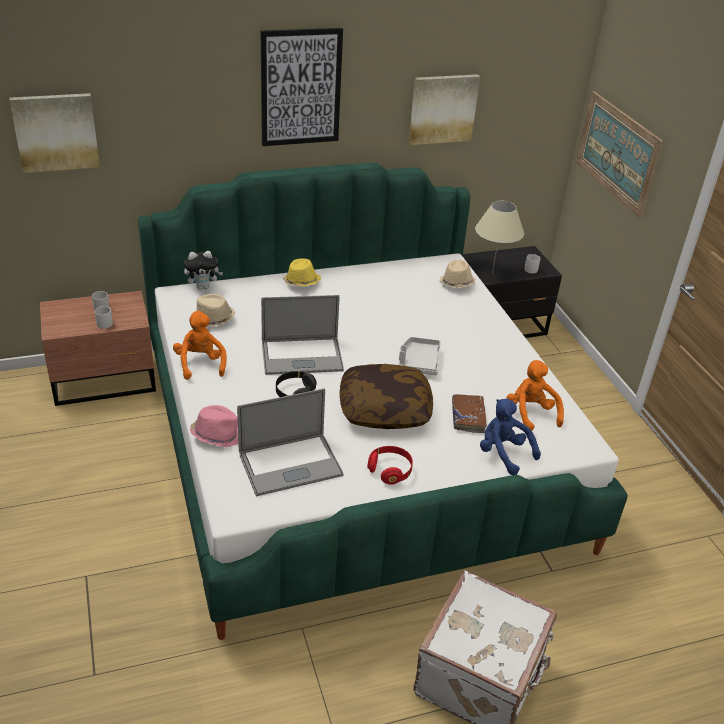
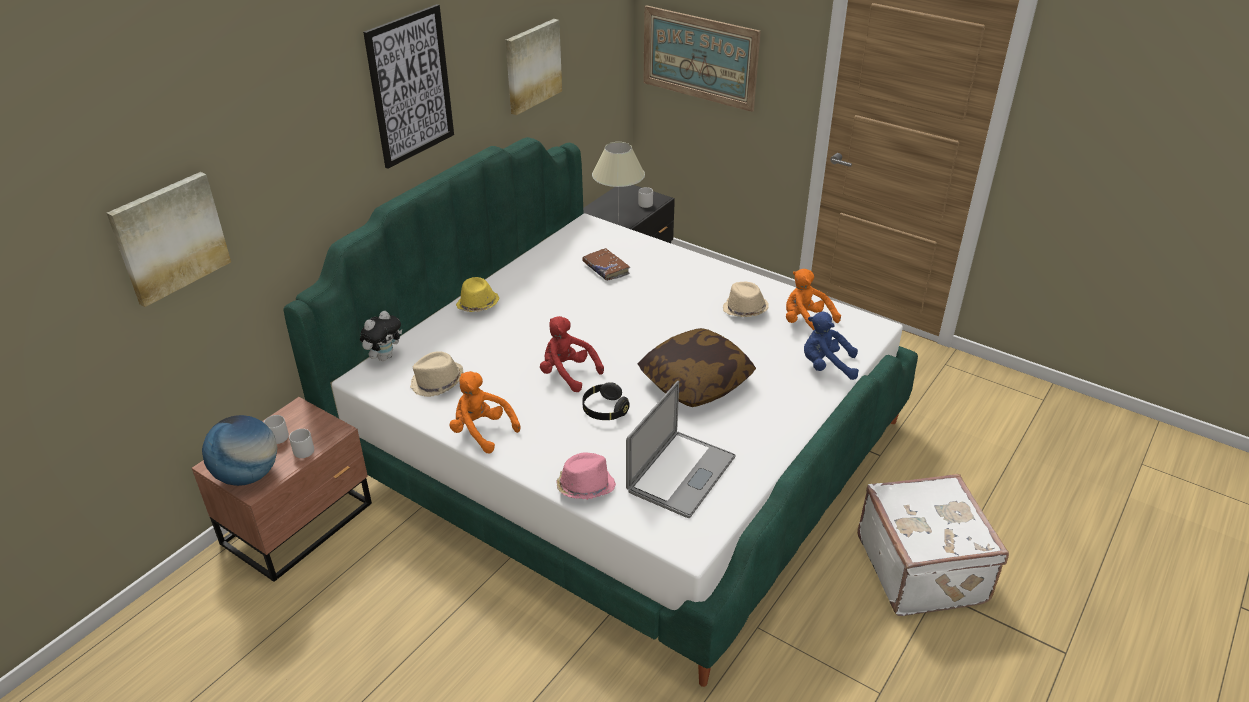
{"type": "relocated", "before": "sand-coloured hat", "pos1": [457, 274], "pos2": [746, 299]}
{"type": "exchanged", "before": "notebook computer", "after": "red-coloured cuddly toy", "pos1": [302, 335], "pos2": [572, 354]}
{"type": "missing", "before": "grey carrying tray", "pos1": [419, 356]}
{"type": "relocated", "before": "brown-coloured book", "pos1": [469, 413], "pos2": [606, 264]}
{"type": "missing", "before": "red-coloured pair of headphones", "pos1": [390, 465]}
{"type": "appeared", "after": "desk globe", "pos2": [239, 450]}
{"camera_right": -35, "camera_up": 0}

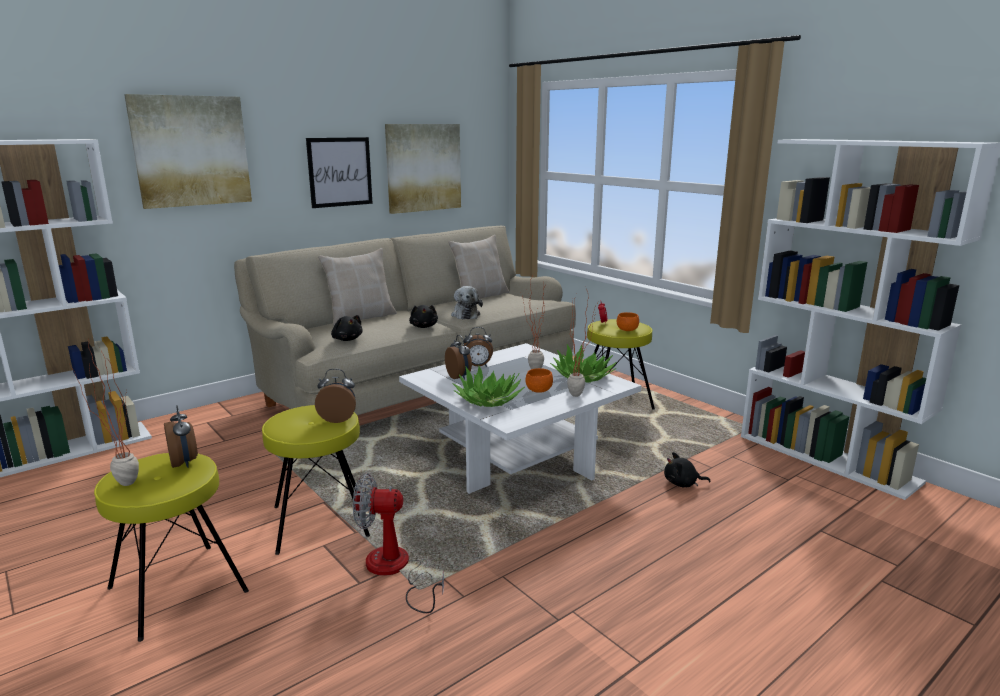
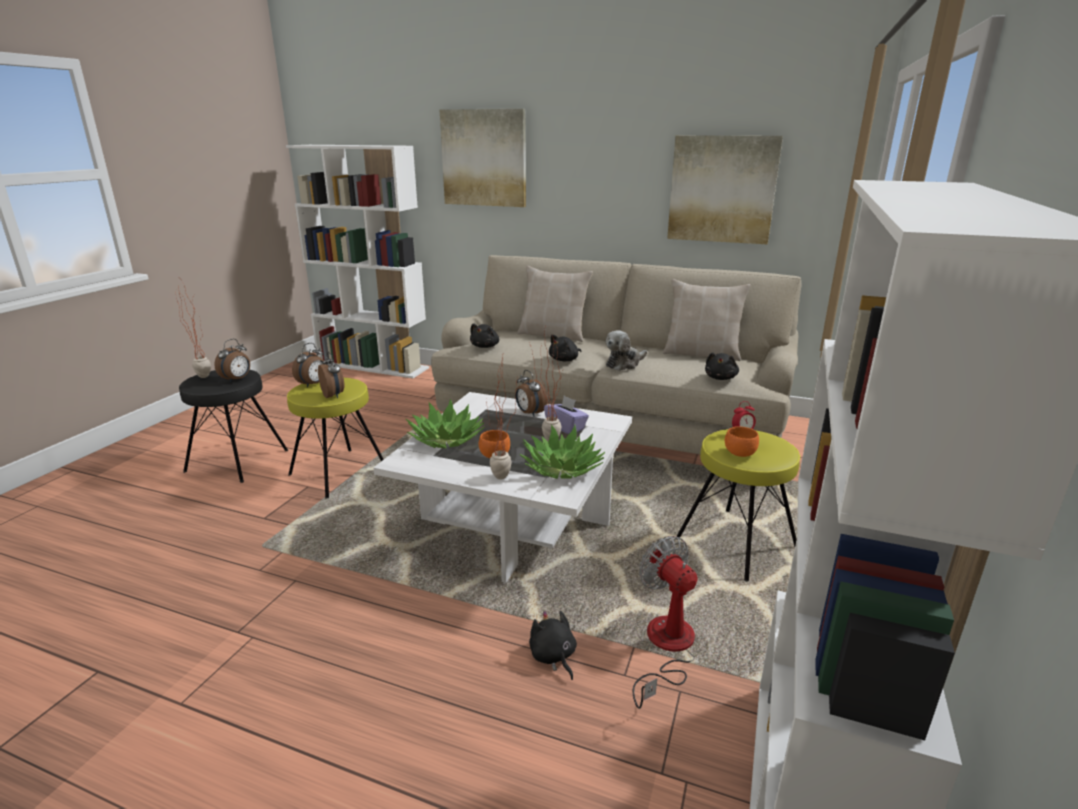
{"type": "missing", "before": "wall art", "pos1": [339, 172]}
{"type": "relocated", "before": "table clock", "pos1": [458, 357], "pos2": [308, 365]}
{"type": "colour", "before": "yellow-coloured sitting stool", "after": "black sitting stool", "pos1": [171, 547], "pos2": [233, 426]}
{"type": "relocated", "before": "cooling fan", "pos1": [398, 543], "pos2": [665, 622]}
{"type": "appeared", "after": "black cuddly toy", "pos2": [722, 366]}
{"type": "appeared", "after": "purple box of tissues", "pos2": [566, 415]}
{"camera_right": 60, "camera_up": 5}

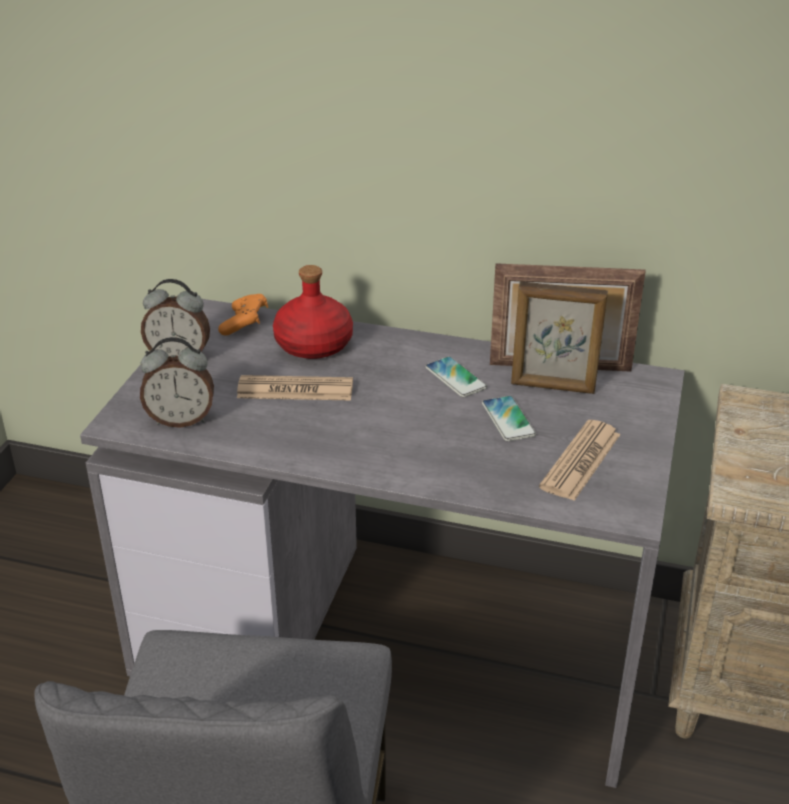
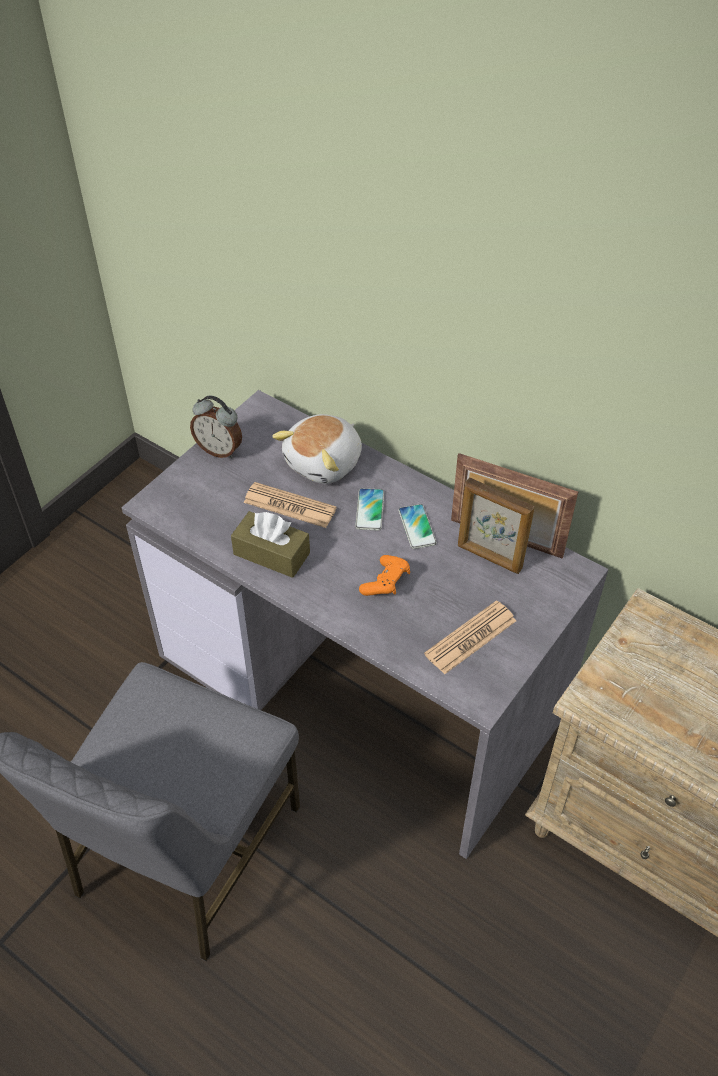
{"type": "exchanged", "before": "red-coloured drink bottle", "after": "cuddly toy", "pos1": [313, 312], "pos2": [317, 449]}
{"type": "relocated", "before": "orange game controller", "pos1": [243, 315], "pos2": [384, 575]}
{"type": "missing", "before": "table clock", "pos1": [177, 382]}
{"type": "relocated", "before": "handset", "pos1": [509, 418], "pos2": [369, 509]}
{"type": "appeared", "after": "brown-coloured box of tissues", "pos2": [270, 544]}
{"camera_right": 20, "camera_up": 15}

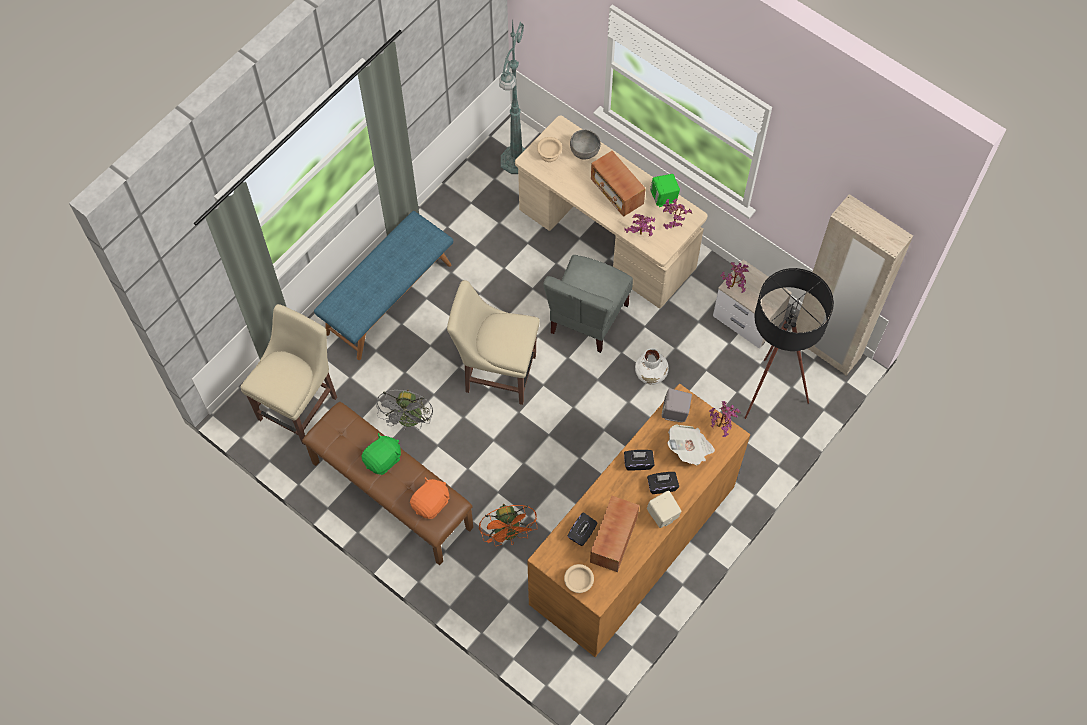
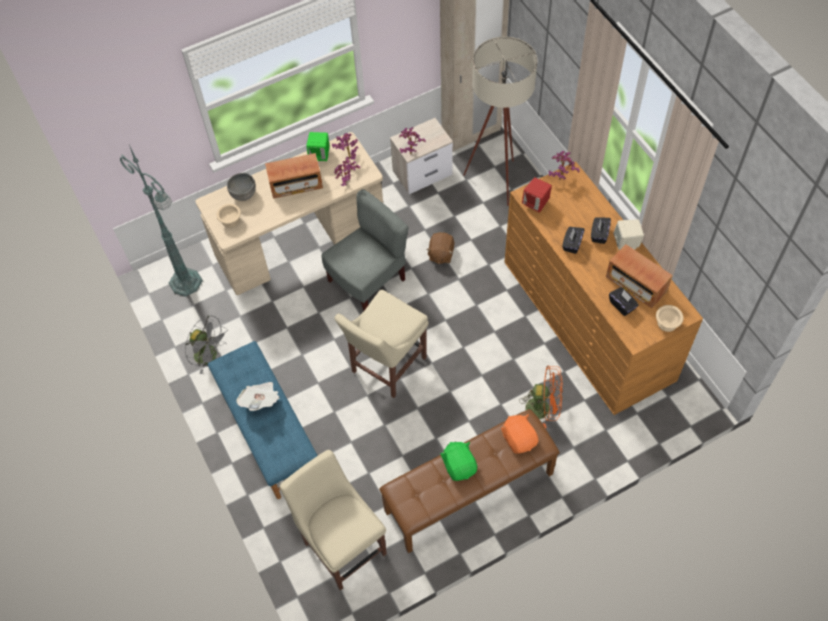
{"type": "spun", "before": "grey chair", "pos1": [588, 304], "pos2": [365, 250], "turn": -90}
{"type": "colour", "before": "black standing lamp", "after": "sand-coloured standing lamp", "pos1": [789, 343], "pos2": [500, 121]}
{"type": "exchanged", "before": "white-coloured decorative vase", "after": "brown-coloured cuddly toy", "pos1": [652, 366], "pos2": [440, 248]}
{"type": "colour", "before": "grey speaker", "after": "red-coloured speaker", "pos1": [677, 405], "pos2": [537, 195]}
{"type": "relocated", "before": "grey cooling fan", "pos1": [404, 410], "pos2": [206, 344]}
{"type": "relocated", "before": "printed paper", "pos1": [691, 445], "pos2": [257, 396]}
{"camera_right": -65, "camera_up": -5}

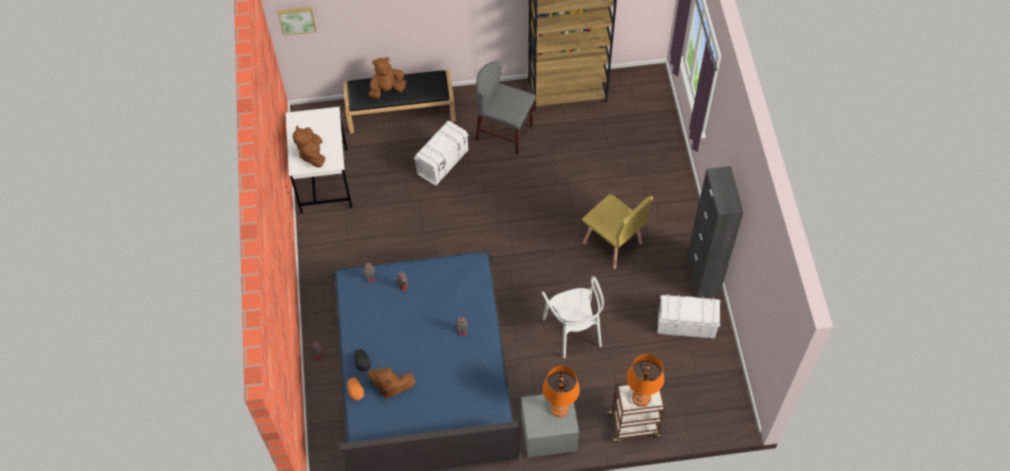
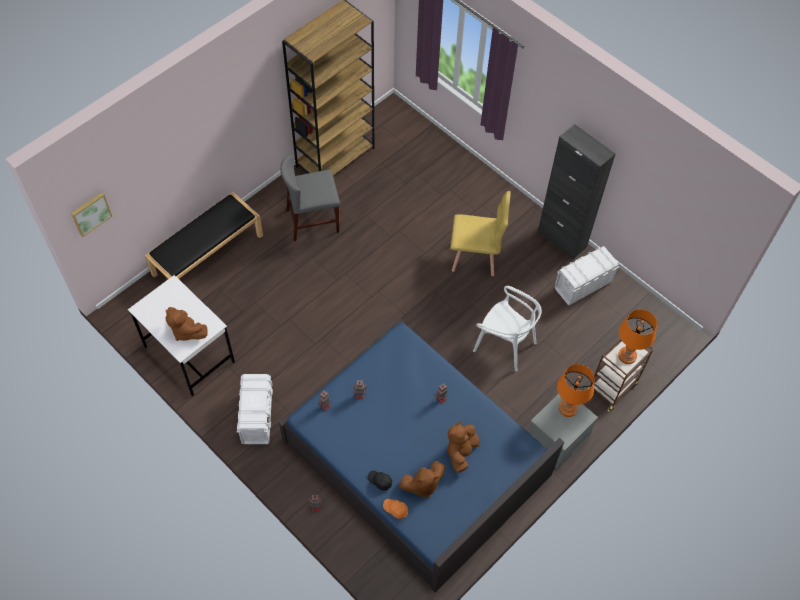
{"type": "relocated", "before": "brown-coloured cuddly toy", "pos1": [387, 78], "pos2": [463, 447]}
{"type": "relocated", "before": "white-coloured storage container", "pos1": [441, 153], "pos2": [255, 409]}
{"camera_right": -40, "camera_up": 0}

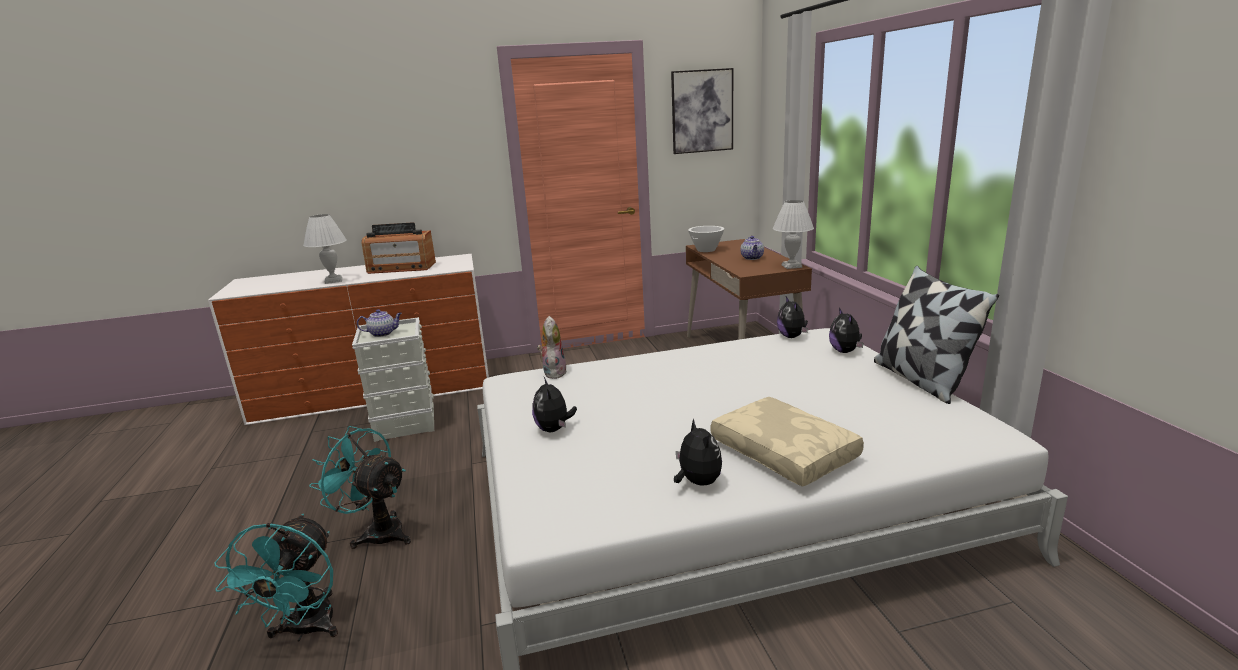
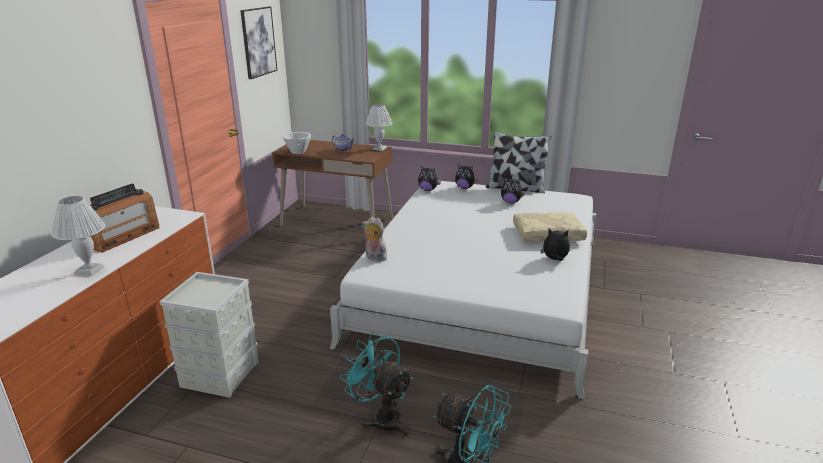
{"type": "missing", "before": "teapot", "pos1": [379, 323]}
{"type": "relocated", "before": "cuddly toy", "pos1": [554, 404], "pos2": [513, 190]}
{"type": "spun", "before": "blue-green cooling fan", "pos1": [360, 487], "pos2": [376, 384], "turn": 75}
{"camera_right": -60, "camera_up": 5}

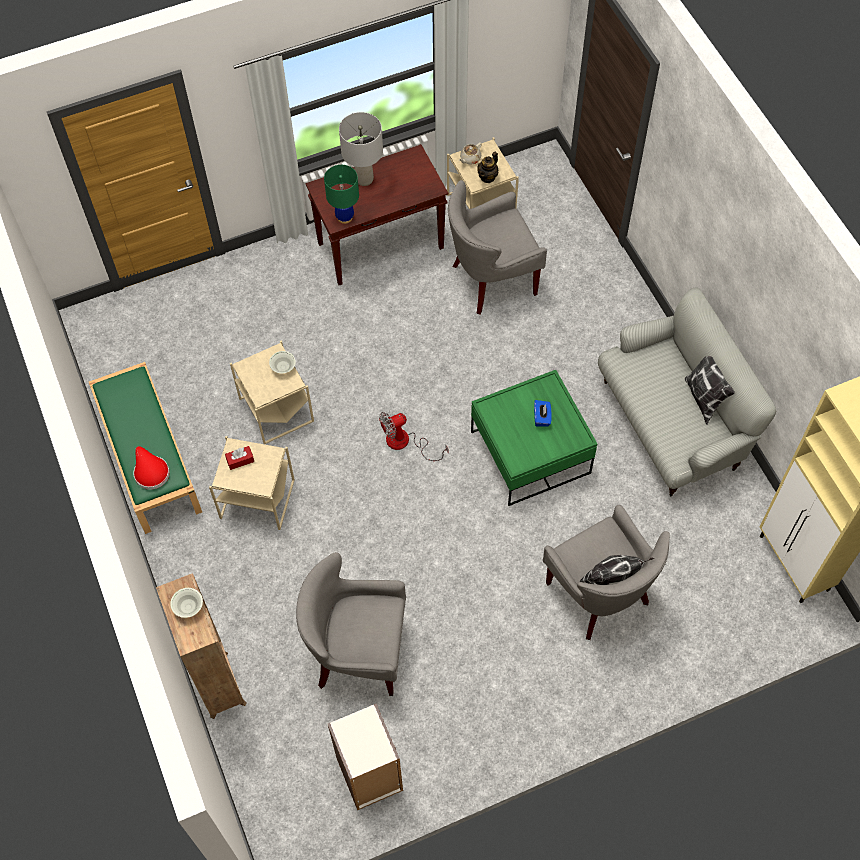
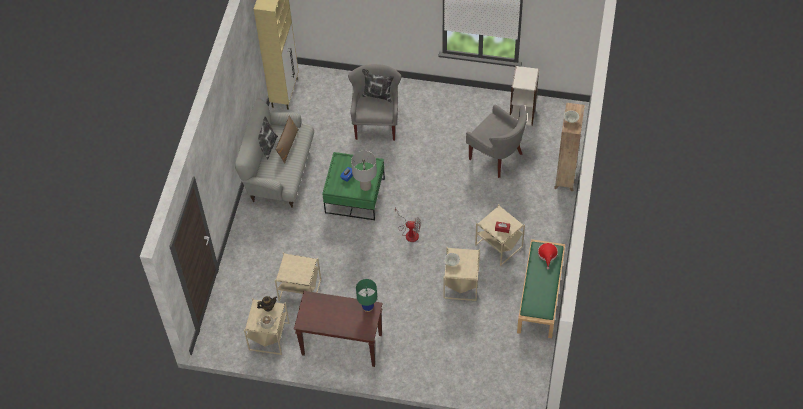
{"type": "relocated", "before": "grey table lamp", "pos1": [361, 149], "pos2": [364, 171]}
{"type": "exchanged", "before": "grey lounge chair", "after": "sand-coloured accent table", "pos1": [497, 247], "pos2": [298, 276]}
{"type": "appeared", "after": "brown-coloured throw pillow", "pos2": [287, 139]}
{"camera_right": -145, "camera_up": -5}

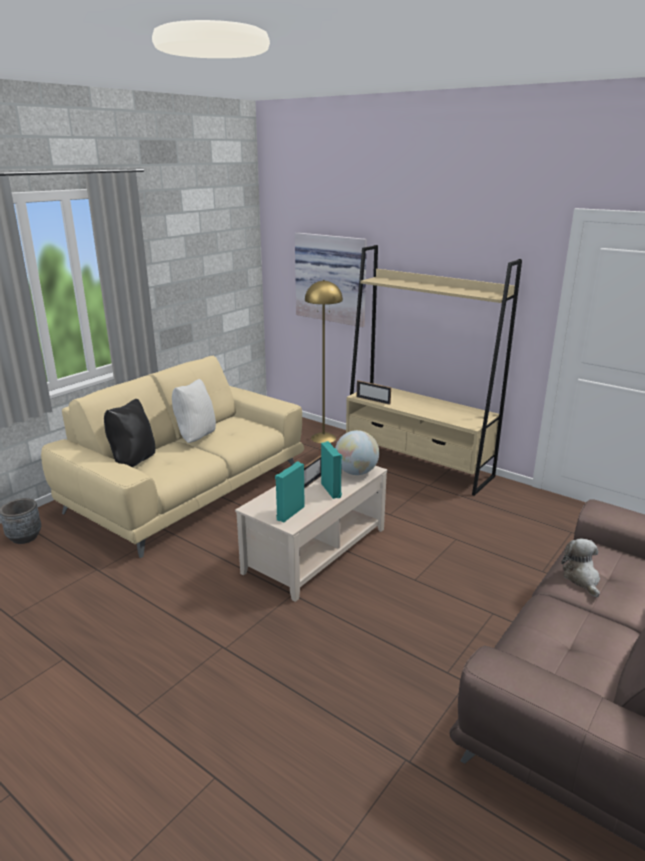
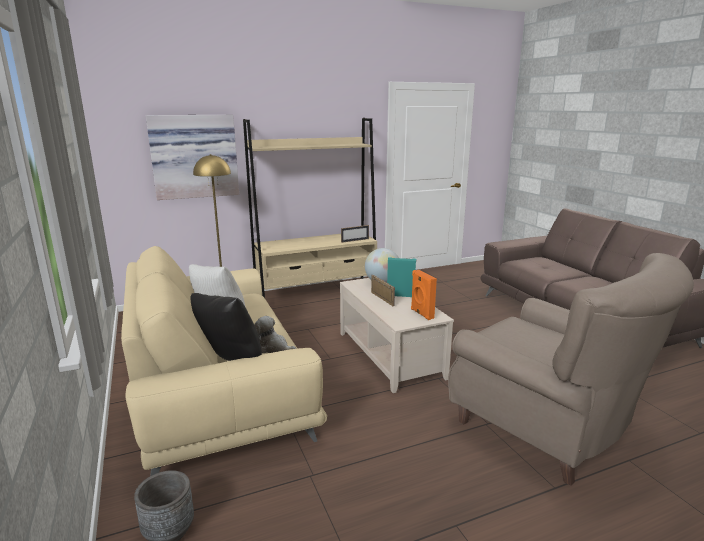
{"type": "relocated", "before": "picture frame", "pos1": [374, 392], "pos2": [355, 234]}
{"type": "colour", "before": "blue-green speaker", "after": "orange speaker", "pos1": [290, 491], "pos2": [424, 295]}
{"type": "relocated", "before": "cuddly toy", "pos1": [580, 568], "pos2": [275, 334]}
{"type": "appeared", "after": "sand-coloured lounge chair", "pos2": [571, 369]}
{"camera_right": -60, "camera_up": -5}

